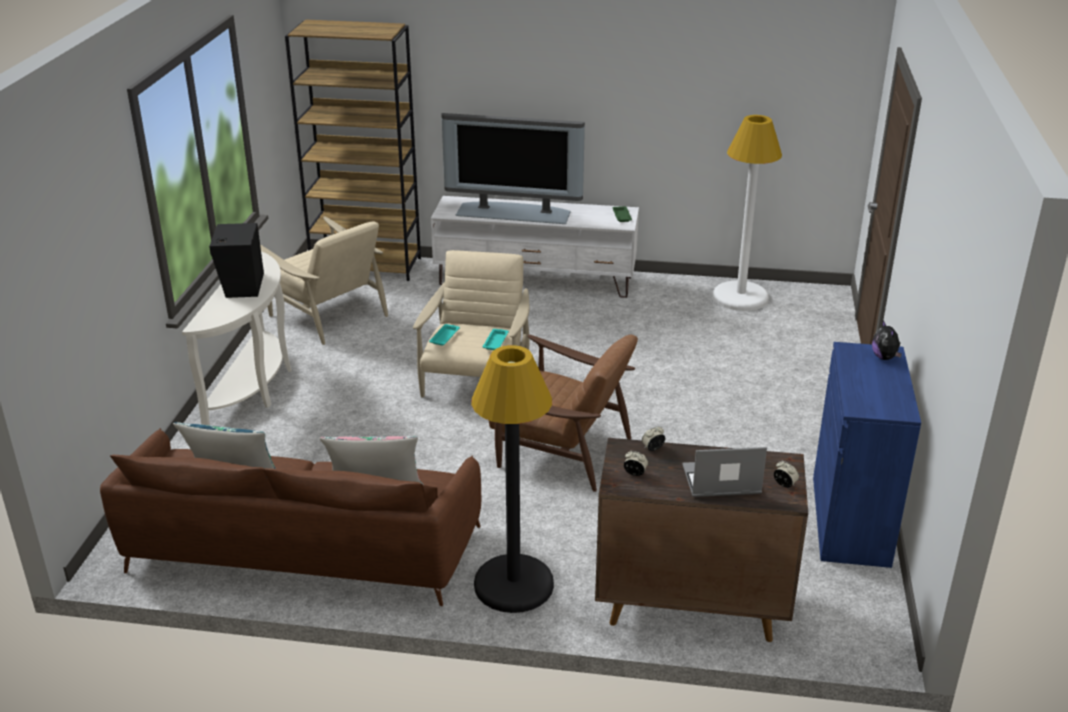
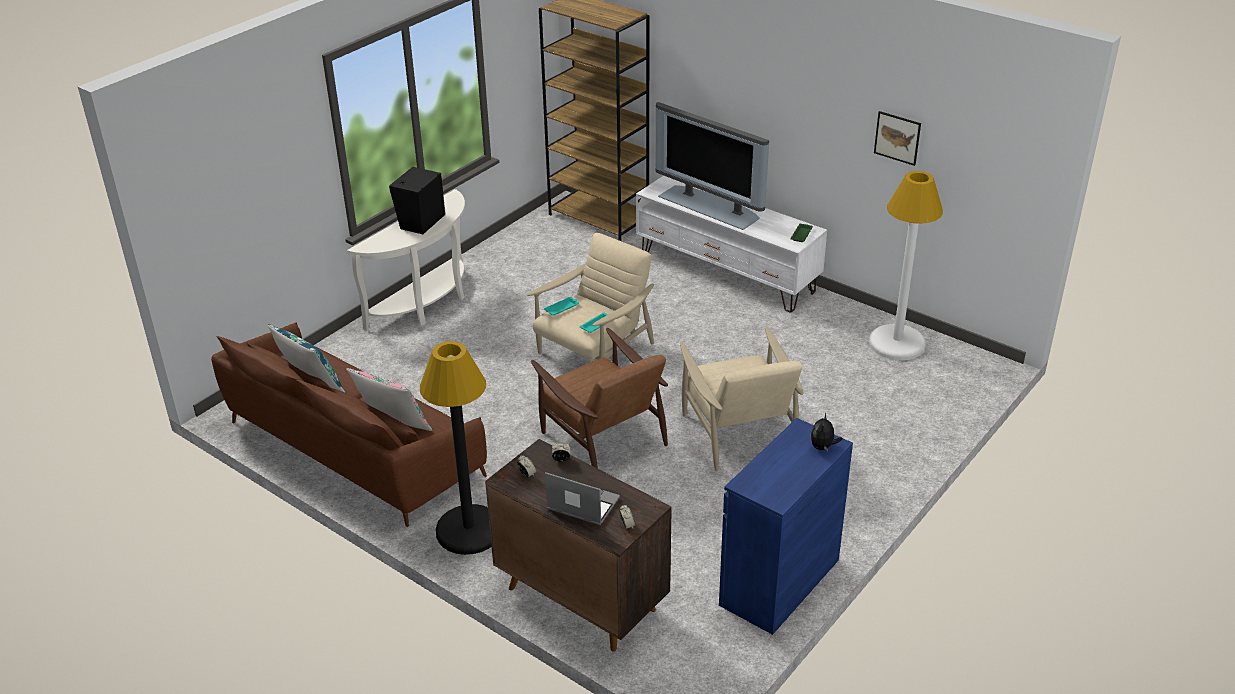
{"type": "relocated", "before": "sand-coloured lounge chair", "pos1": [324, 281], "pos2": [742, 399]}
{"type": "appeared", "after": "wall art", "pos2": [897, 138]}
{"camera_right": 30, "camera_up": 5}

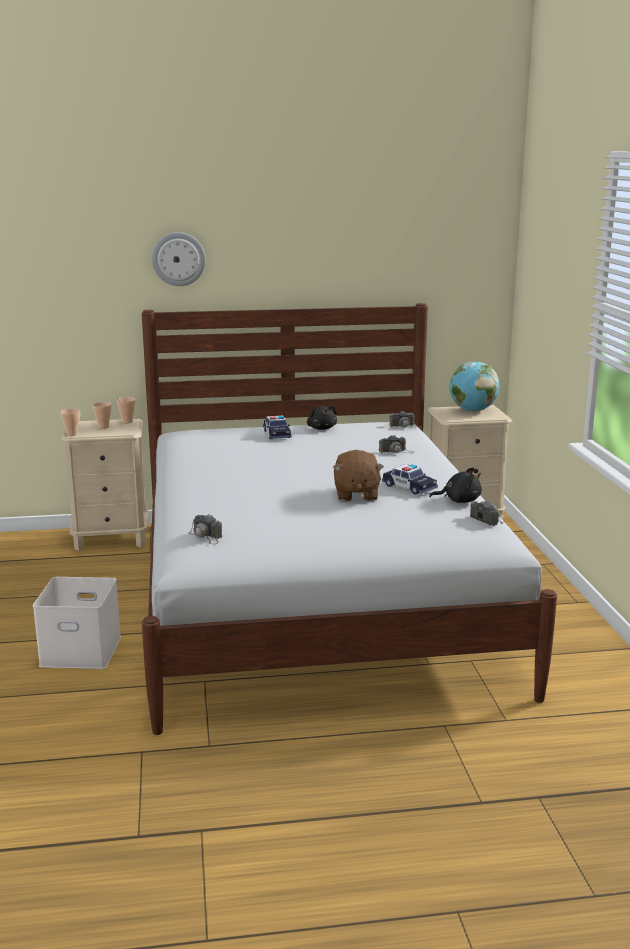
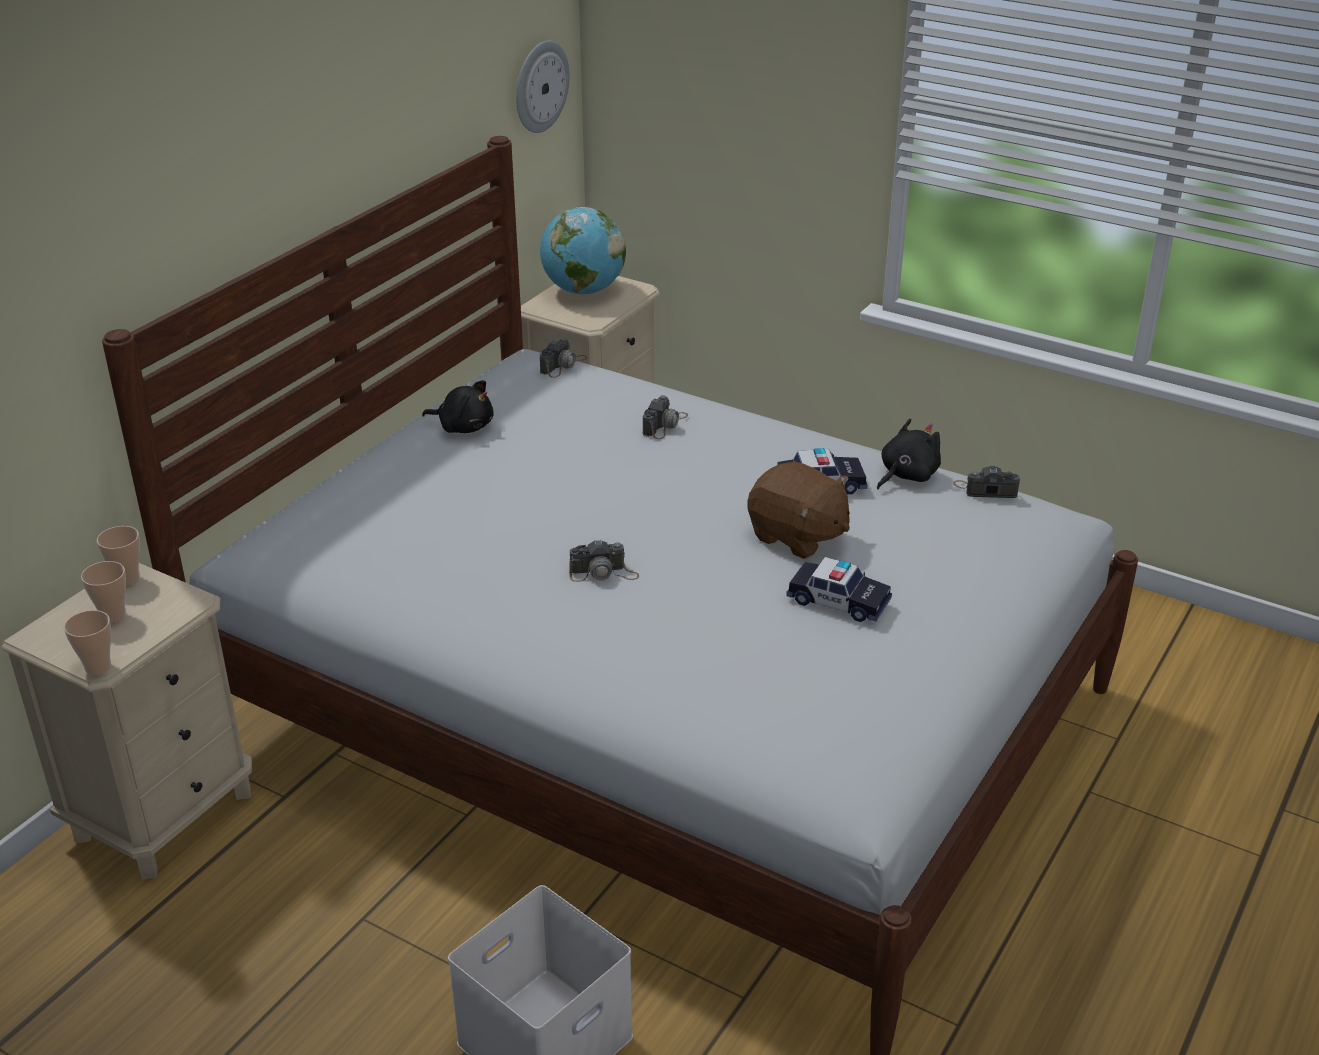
{"type": "relocated", "before": "clock on the wall", "pos1": [179, 259], "pos2": [543, 87]}
{"type": "relocated", "before": "model car", "pos1": [277, 427], "pos2": [839, 589]}
{"type": "relocated", "before": "photo camera", "pos1": [205, 529], "pos2": [604, 560]}
{"camera_right": -50, "camera_up": 15}

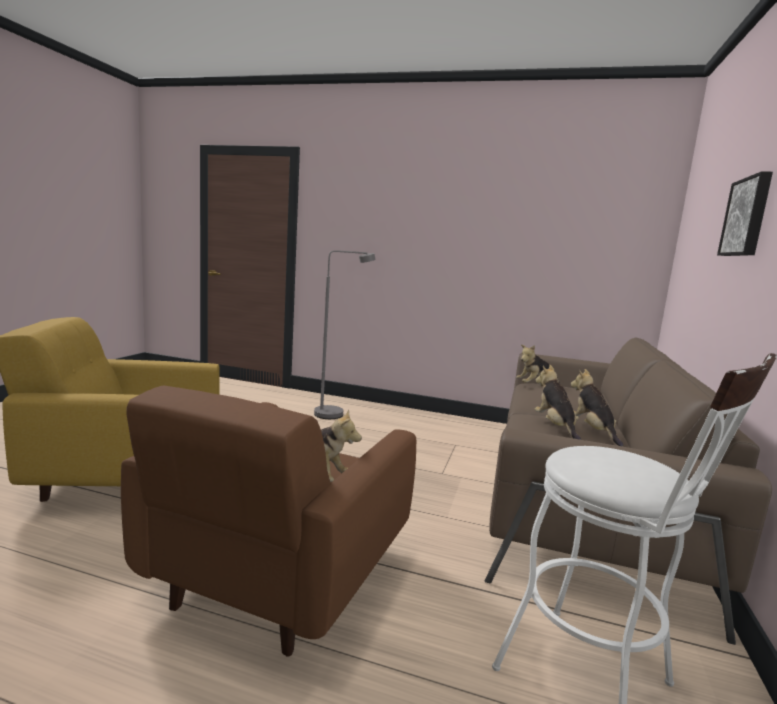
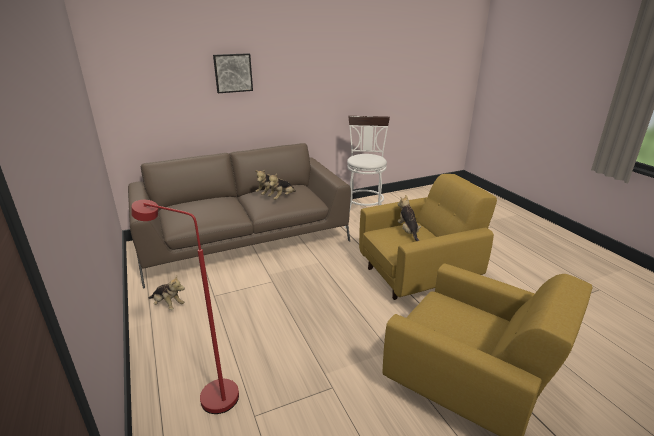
{"type": "colour", "before": "grey standing lamp", "after": "red-coloured standing lamp", "pos1": [345, 334], "pos2": [185, 307]}
{"type": "relocated", "before": "cuddly toy", "pos1": [538, 364], "pos2": [166, 293]}
{"type": "colour", "before": "brown-coloured lounge chair", "after": "yellow-coloured lounge chair", "pos1": [268, 521], "pos2": [428, 237]}
{"camera_right": -130, "camera_up": 15}

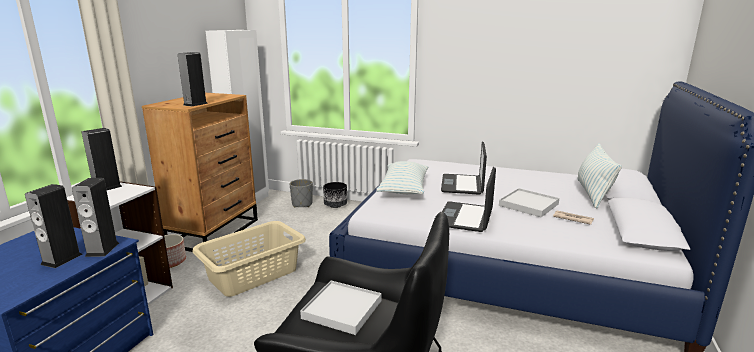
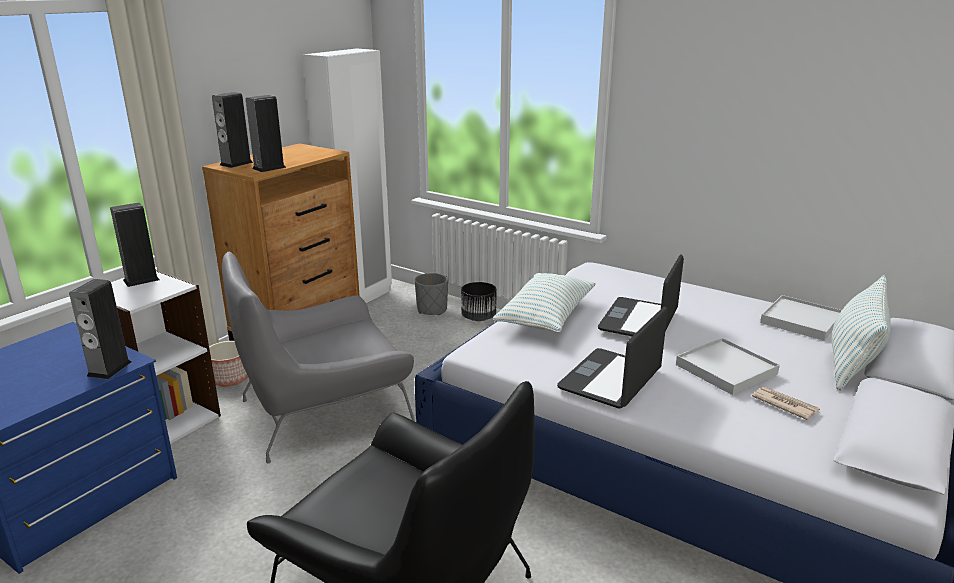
{"type": "relocated", "before": "speaker", "pos1": [54, 226], "pos2": [232, 130]}
{"type": "exchanged", "before": "sand-coloured laundry basket", "after": "grey lounge chair", "pos1": [249, 259], "pos2": [318, 358]}
{"type": "relocated", "before": "white-coloured carrying tray", "pos1": [341, 308], "pos2": [801, 318]}
{"camera_right": 15, "camera_up": 5}

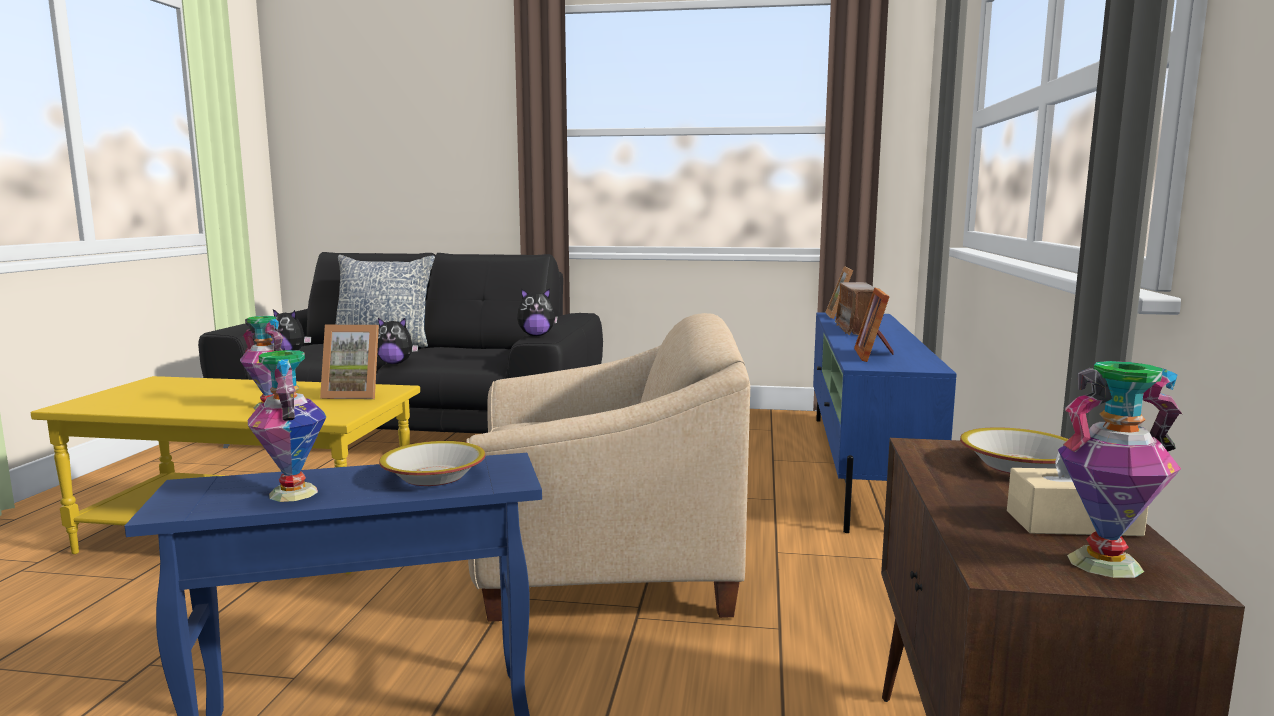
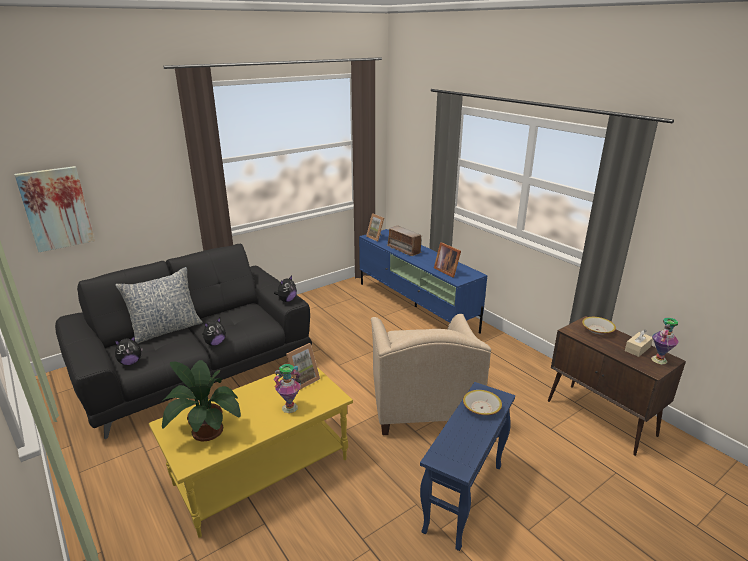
{"type": "spun", "before": "sand-coloured lounge chair", "pos1": [608, 467], "pos2": [431, 374], "turn": 135}
{"type": "missing", "before": "decorative vase", "pos1": [287, 426]}
{"type": "appeared", "after": "wall art", "pos2": [54, 209]}
{"type": "appeared", "after": "potted plant", "pos2": [201, 401]}
{"camera_right": -45, "camera_up": 15}

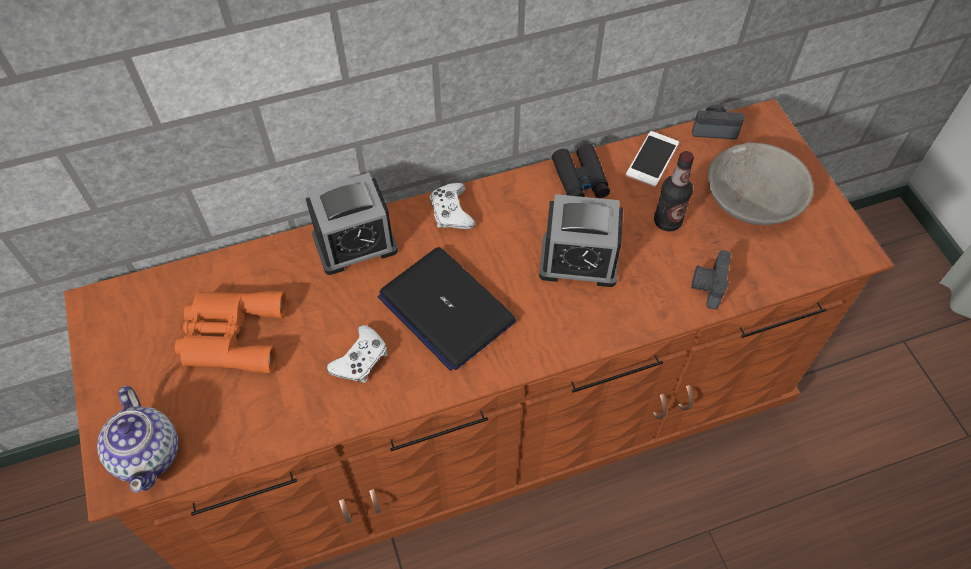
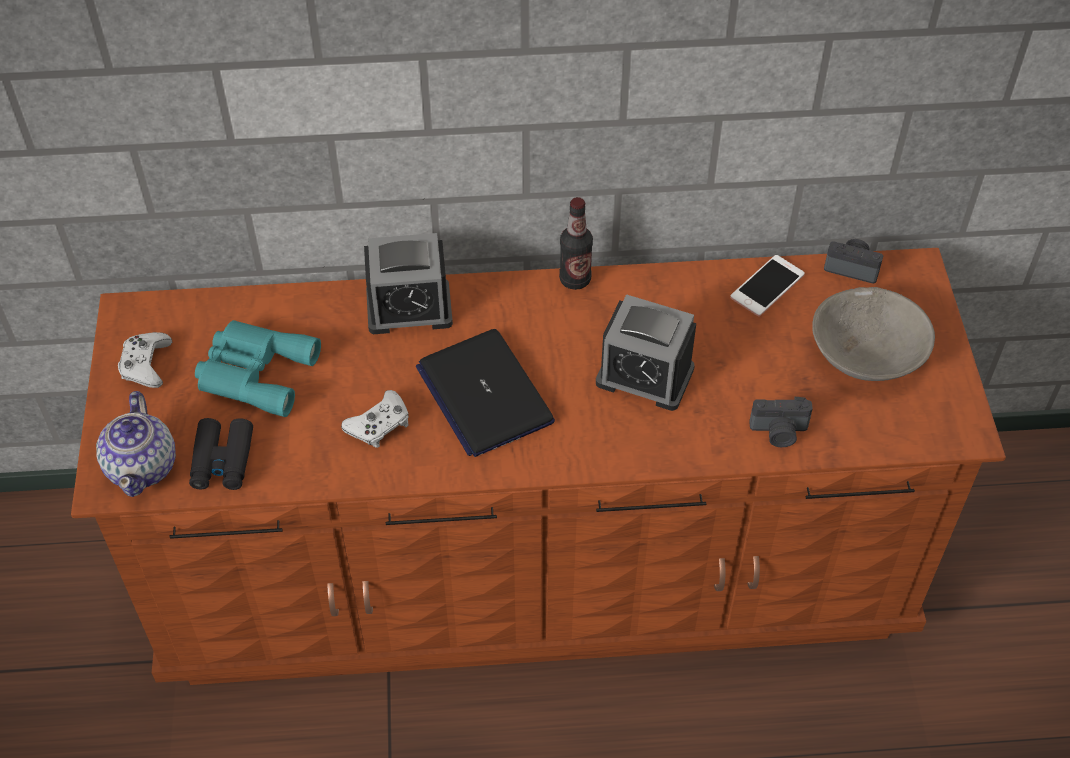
{"type": "relocated", "before": "black field glasses", "pos1": [581, 171], "pos2": [221, 454]}
{"type": "relocated", "before": "drink bottle", "pos1": [674, 191], "pos2": [576, 243]}
{"type": "relocated", "before": "white-coloured game controller", "pos1": [452, 206], "pos2": [145, 360]}
{"type": "spun", "before": "photo camera", "pos1": [711, 280], "pos2": [781, 422], "turn": -120}
{"type": "colour", "before": "orange field glasses", "after": "blue-green field glasses", "pos1": [231, 332], "pos2": [258, 368]}
{"camera_right": 15, "camera_up": -5}

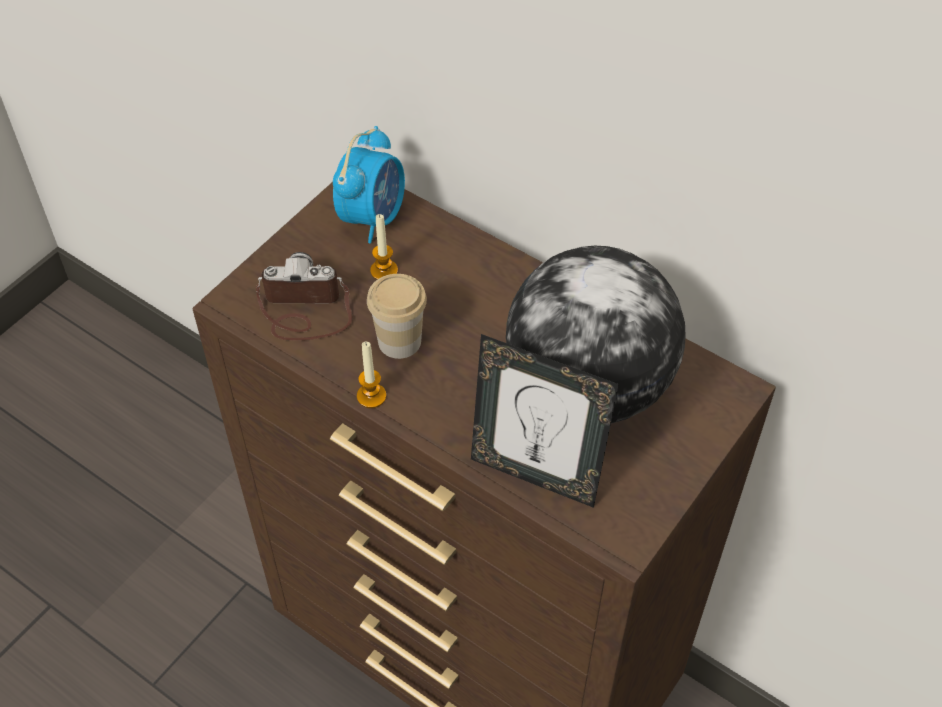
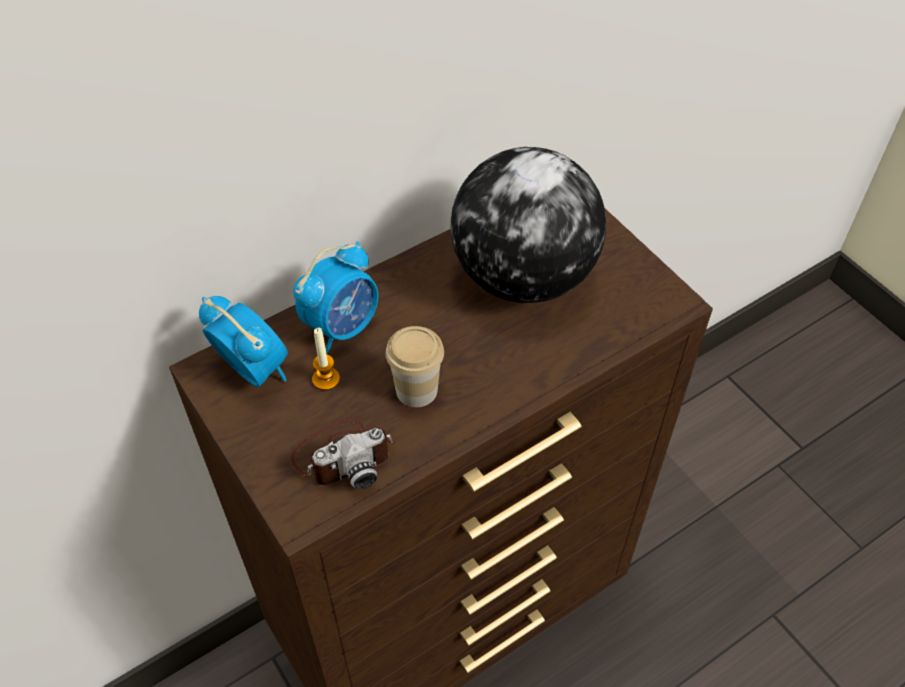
{"type": "spun", "before": "photo camera", "pos1": [304, 296], "pos2": [342, 454], "turn": -135}
{"type": "missing", "before": "picture frame", "pos1": [545, 421]}
{"type": "missing", "before": "candle", "pos1": [371, 375]}
{"type": "appeared", "after": "table clock", "pos2": [335, 297]}
{"camera_right": -70, "camera_up": 0}

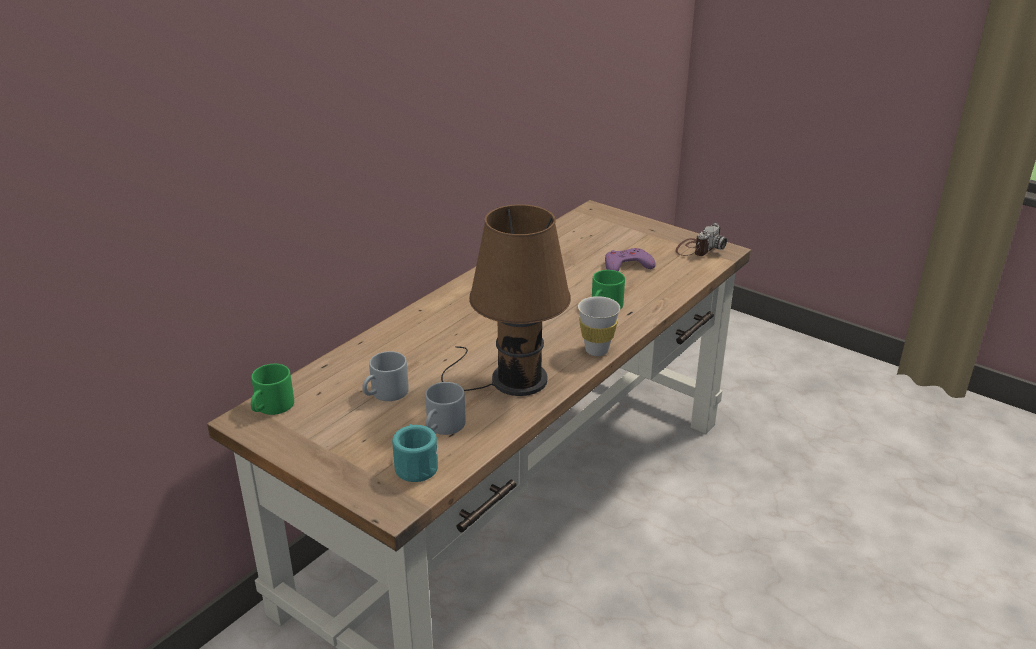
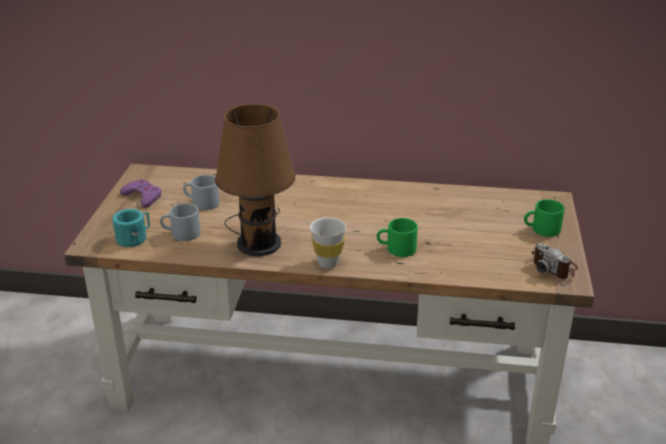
{"type": "spun", "before": "photo camera", "pos1": [701, 239], "pos2": [554, 261], "turn": 45}
{"type": "relocated", "before": "purple game controller", "pos1": [630, 259], "pos2": [140, 193]}
{"type": "relocated", "before": "green coffee mug", "pos1": [272, 389], "pos2": [544, 218]}
{"camera_right": 60, "camera_up": 0}

